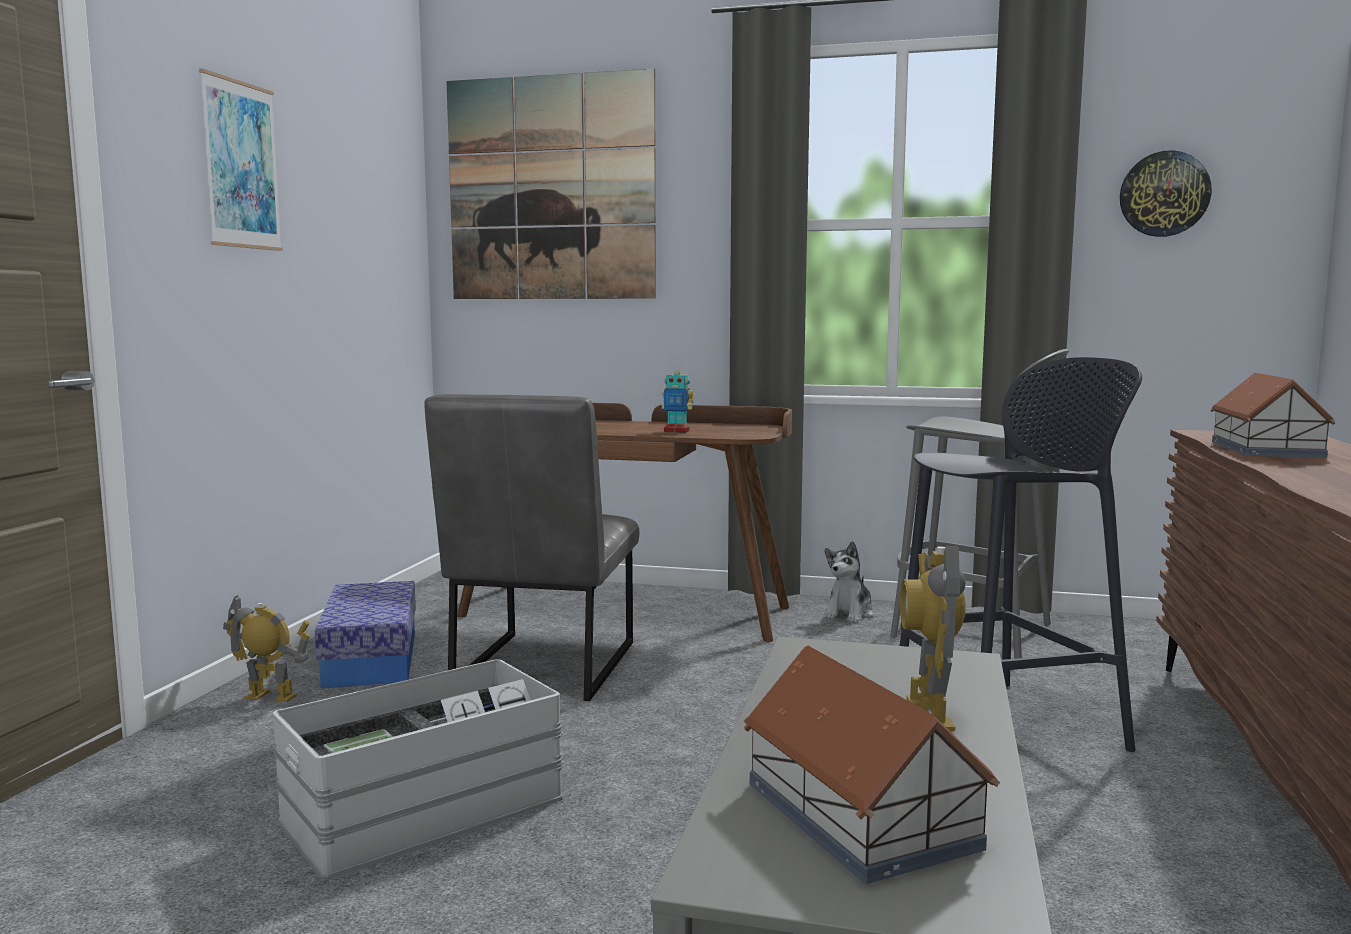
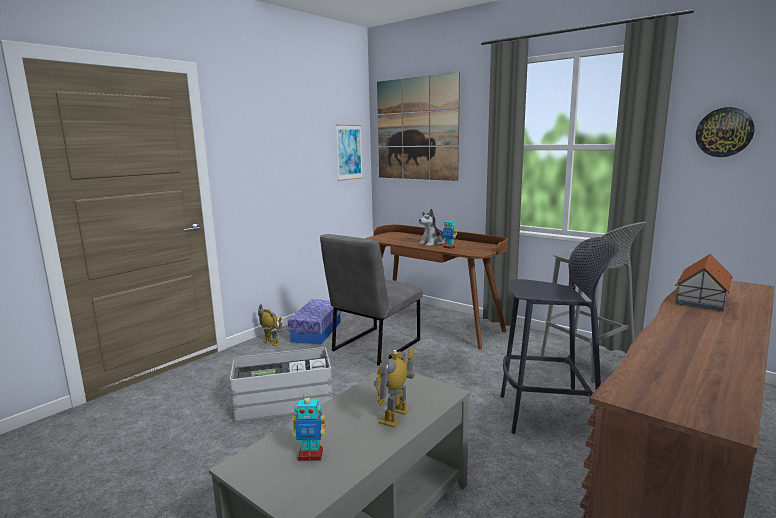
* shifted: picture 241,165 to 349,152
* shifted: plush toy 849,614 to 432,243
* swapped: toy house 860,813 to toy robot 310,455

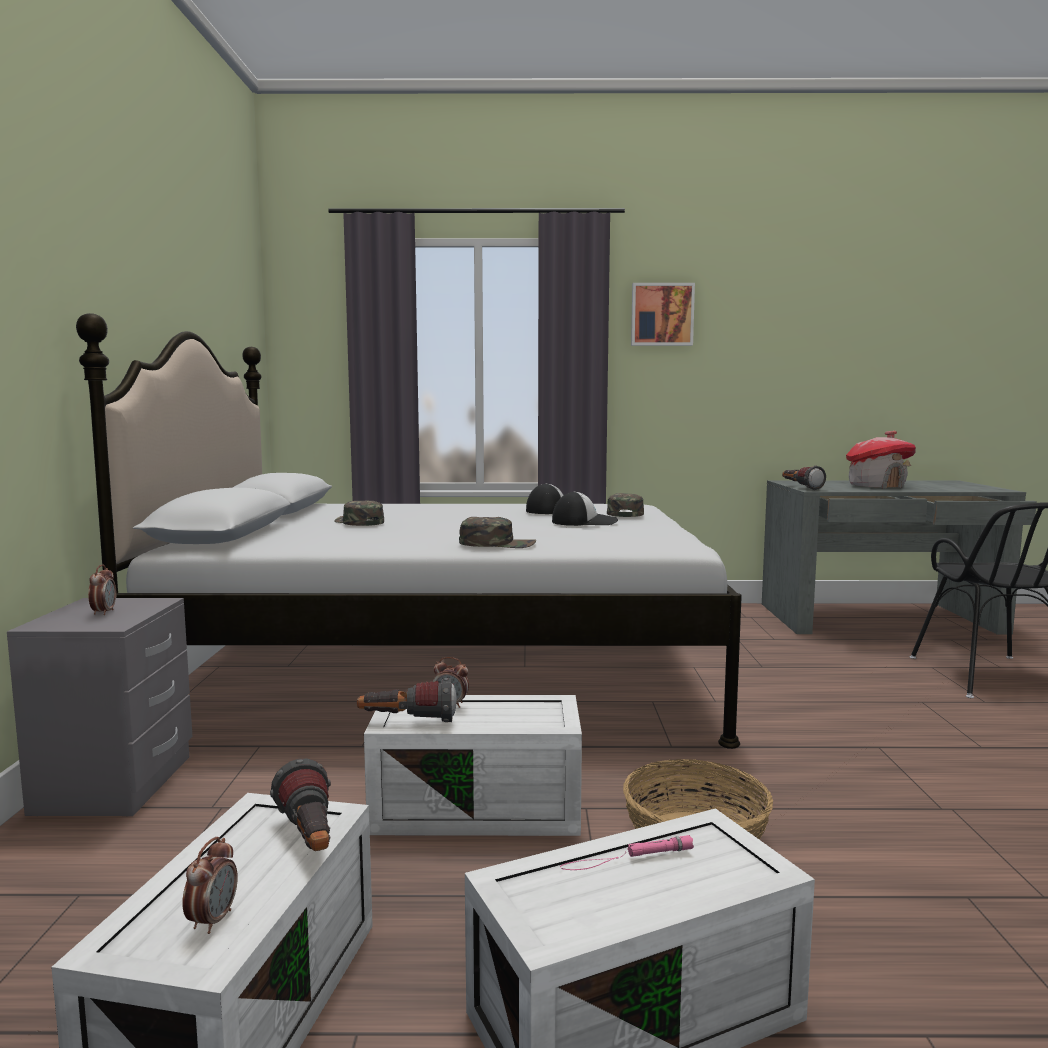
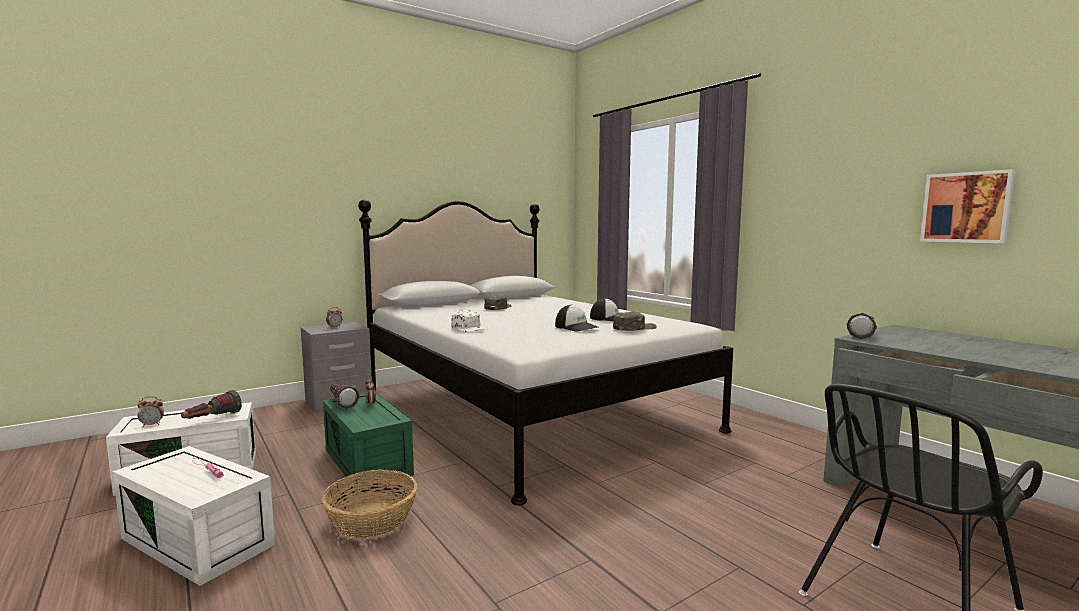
* gone: toy house 877,486
* shifted: picture 662,314 to 966,207
* repainted: white storage box 480,807 to green storage box 369,462
* repainted: green cap 497,544 to white cap 469,328

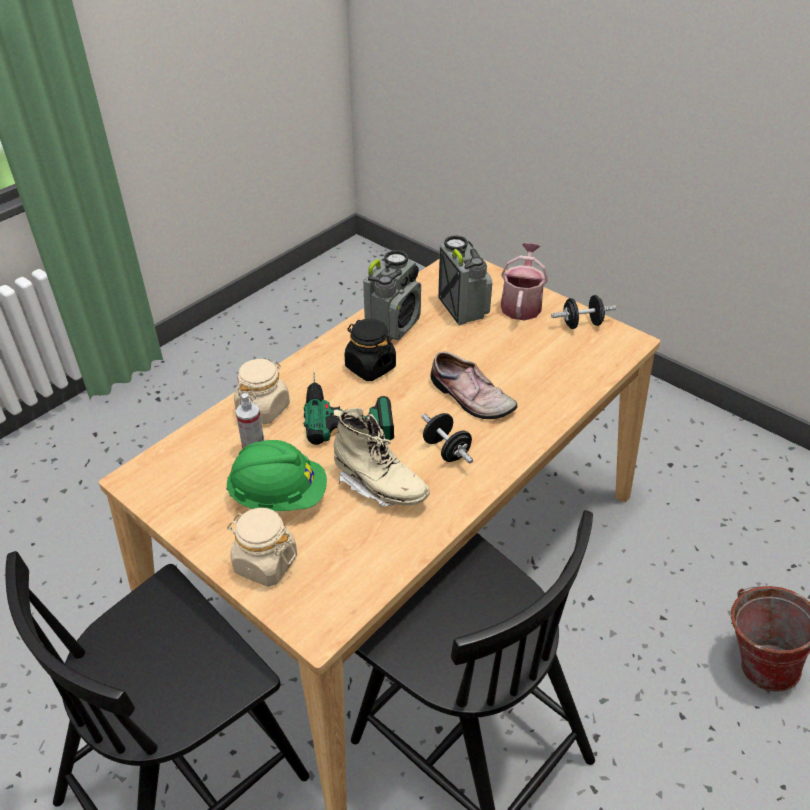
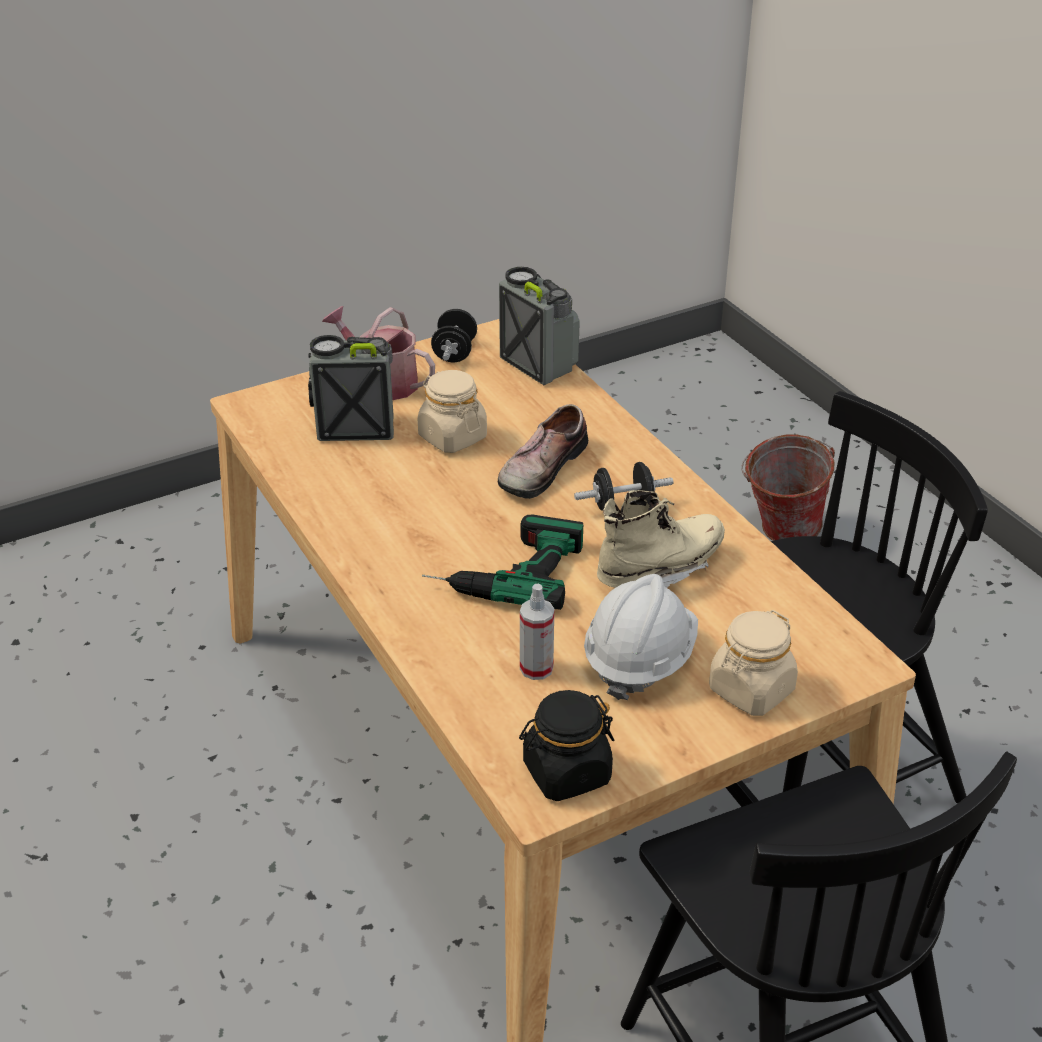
* shifted: beige jar 263,408 to 452,437
* shifted: black jar 370,367 to 566,773
* shifted: radio 393,325 to 537,364
* repainted: green hard hat 279,496 to white hard hat 639,659
* rotated: shoe 469,398 = 540,467 150 degrees clockwise

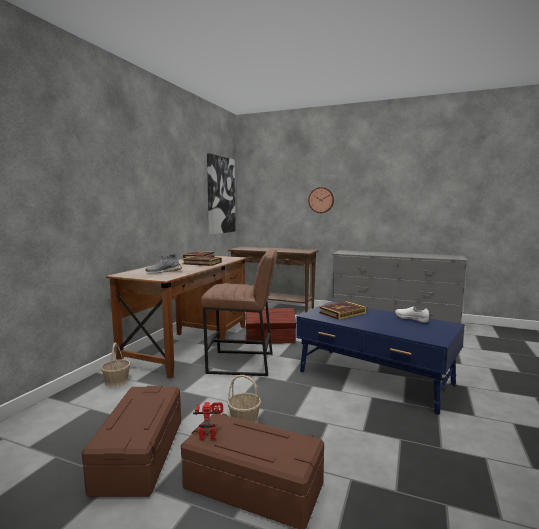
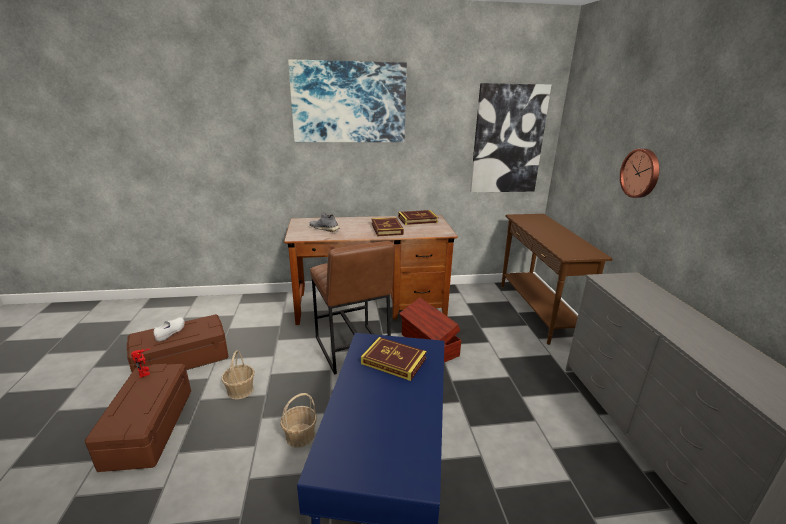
* new: picture 349,102
* shifted: basket 116,382 to 300,436
* shifted: white shoe 411,319 to 171,333

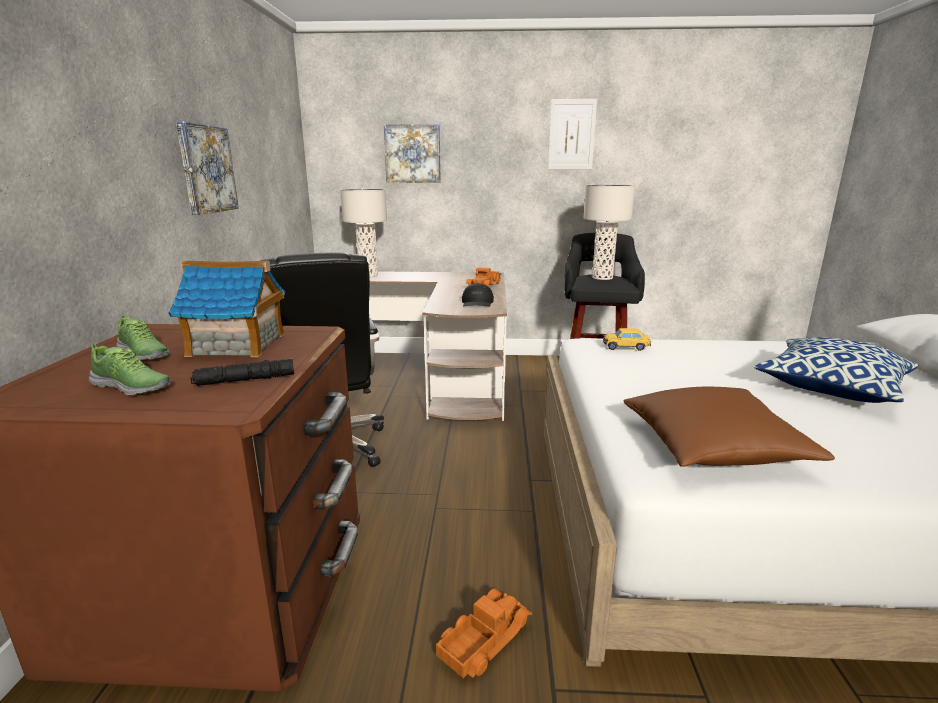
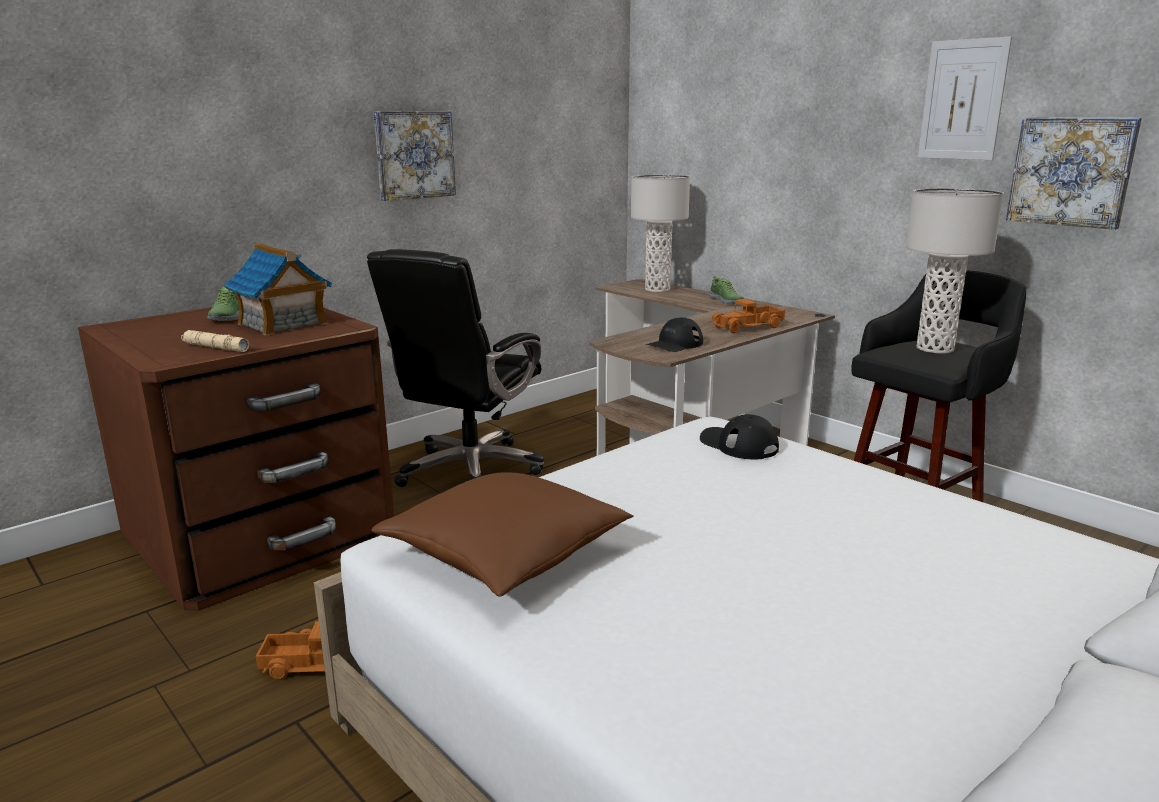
* gone: pillow 831,386
* shifted: shoe 132,387 to 726,301
* shifted: picture 412,154 to 1071,171
* swapped: toy car 625,347 to black cap 738,445
* repainted: black flashlight 245,380 to beige flashlight 216,347

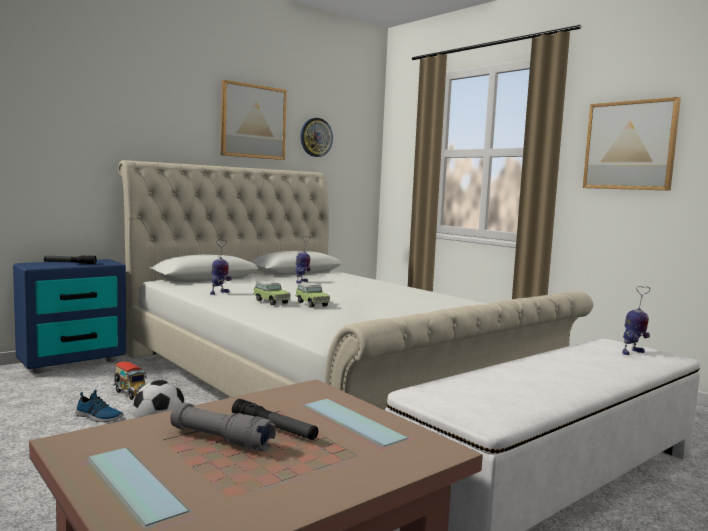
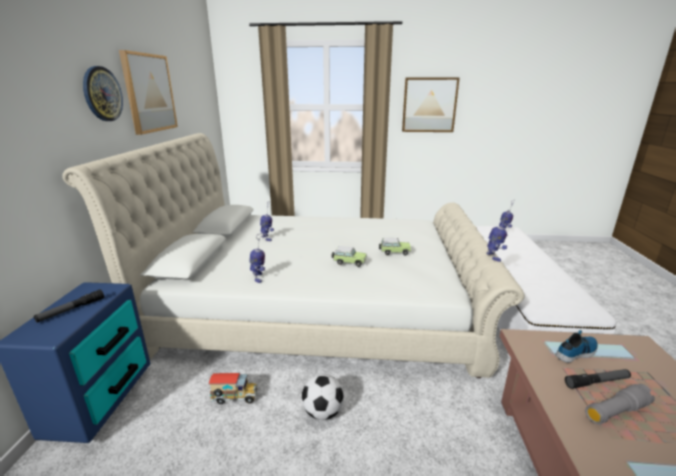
* new: toy robot 494,257
* shifted: shoe 98,417 to 577,352
* shifted: toy car 270,301 to 394,252
* shifted: wall clock 316,137 to 102,94

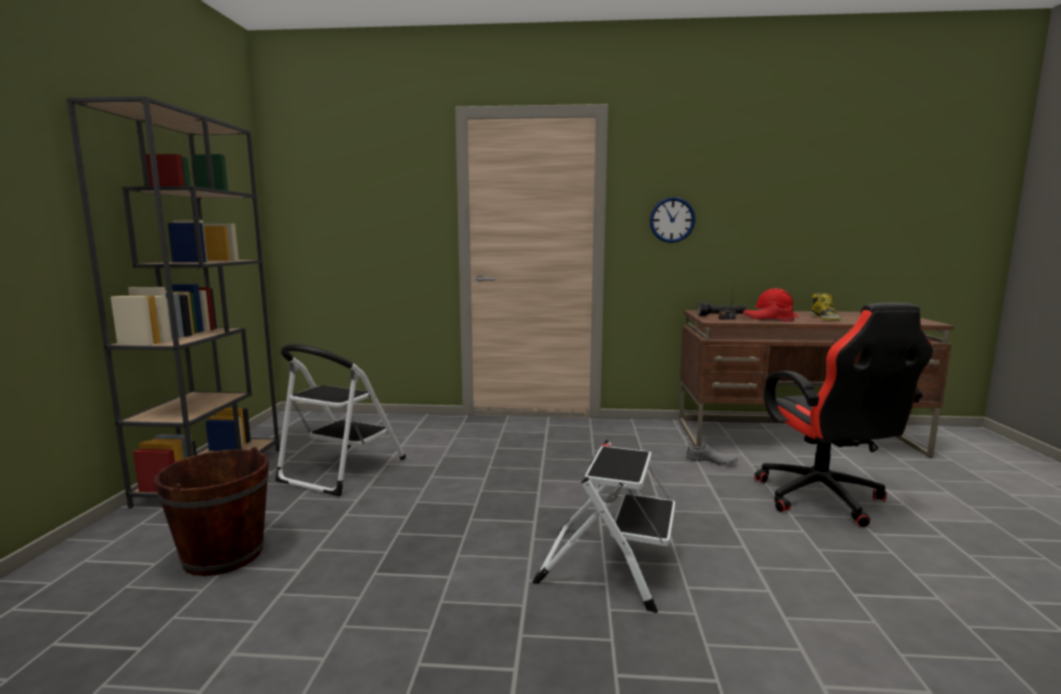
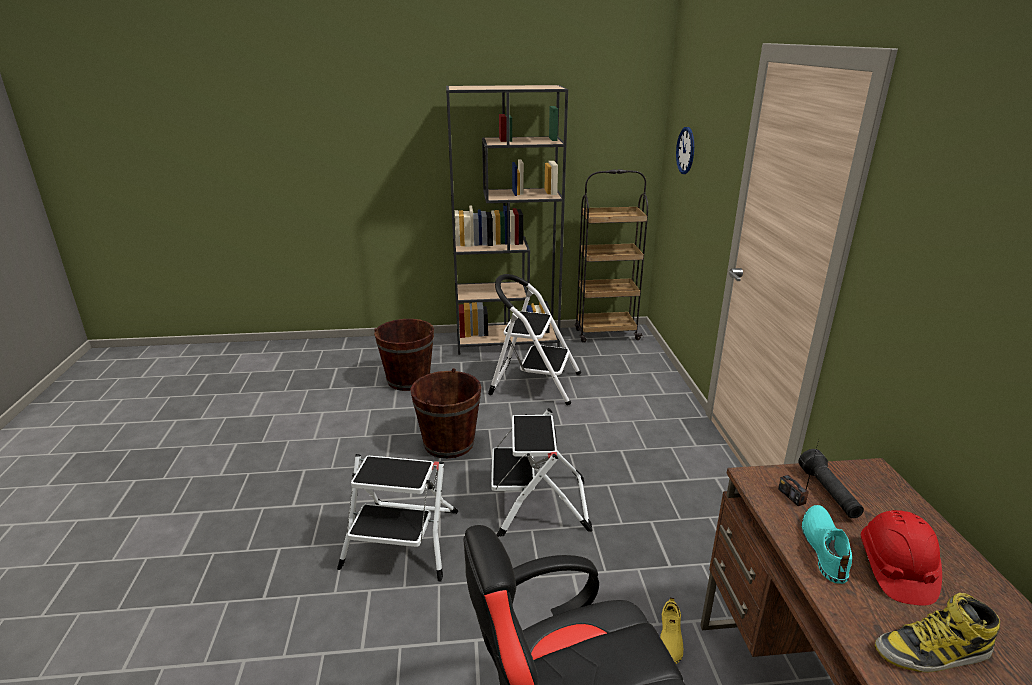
* new: brown bucket 449,443
* new: step ladder 539,502
* new: brown cart 606,335
* shifted: wall clock 672,220 to 685,150
* repainted: grey shoe 711,461 to yellow shoe 669,640
* repainted: red shoe 767,319 to turquoise shoe 825,547

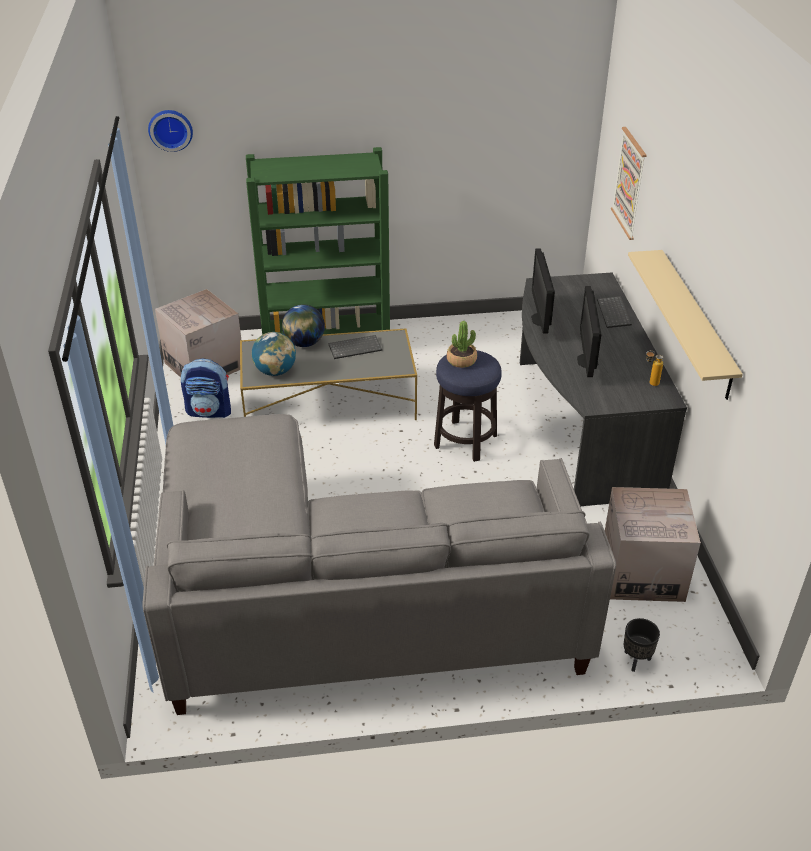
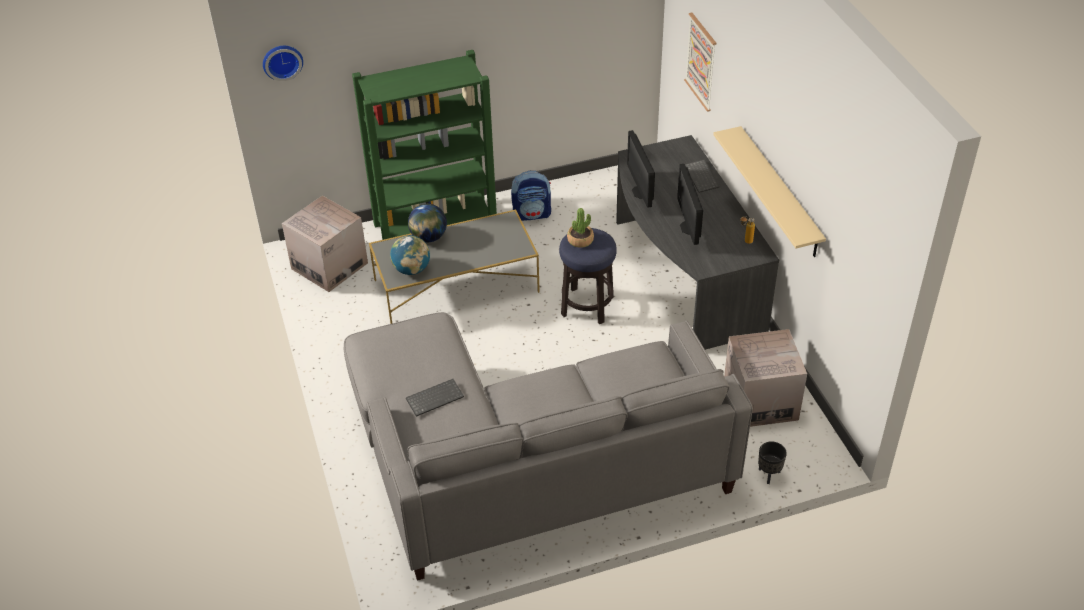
* shifted: backpack 210,411 to 532,214
* shifted: keyboard 355,347 to 435,397

